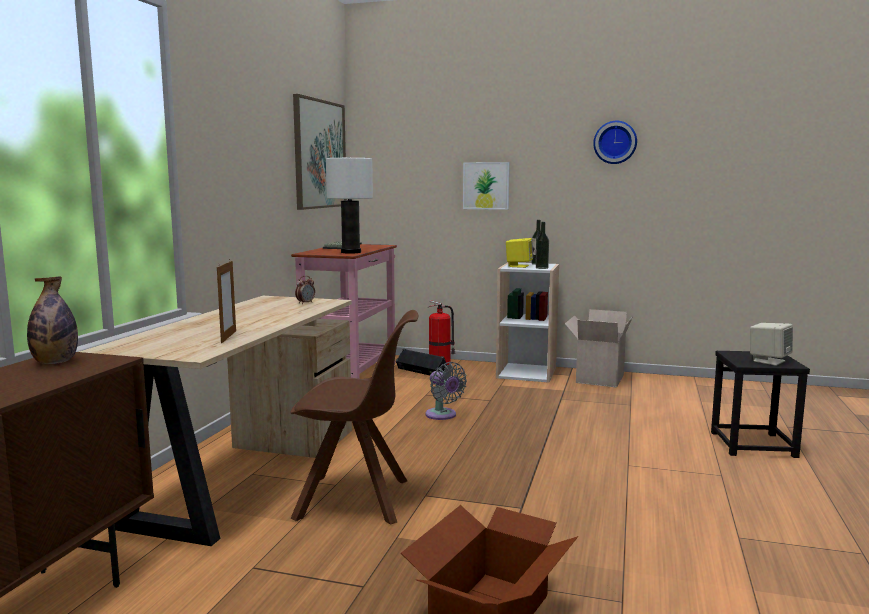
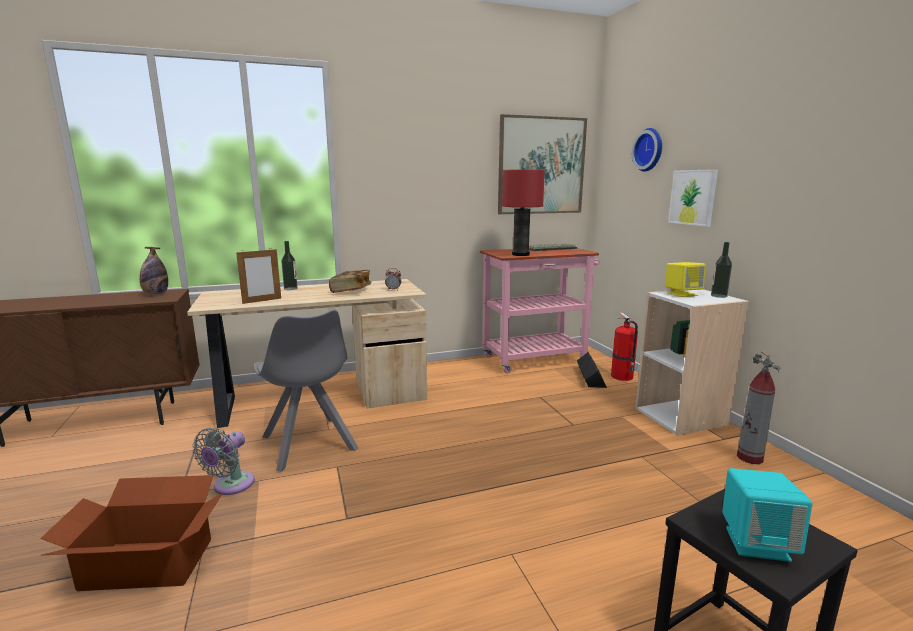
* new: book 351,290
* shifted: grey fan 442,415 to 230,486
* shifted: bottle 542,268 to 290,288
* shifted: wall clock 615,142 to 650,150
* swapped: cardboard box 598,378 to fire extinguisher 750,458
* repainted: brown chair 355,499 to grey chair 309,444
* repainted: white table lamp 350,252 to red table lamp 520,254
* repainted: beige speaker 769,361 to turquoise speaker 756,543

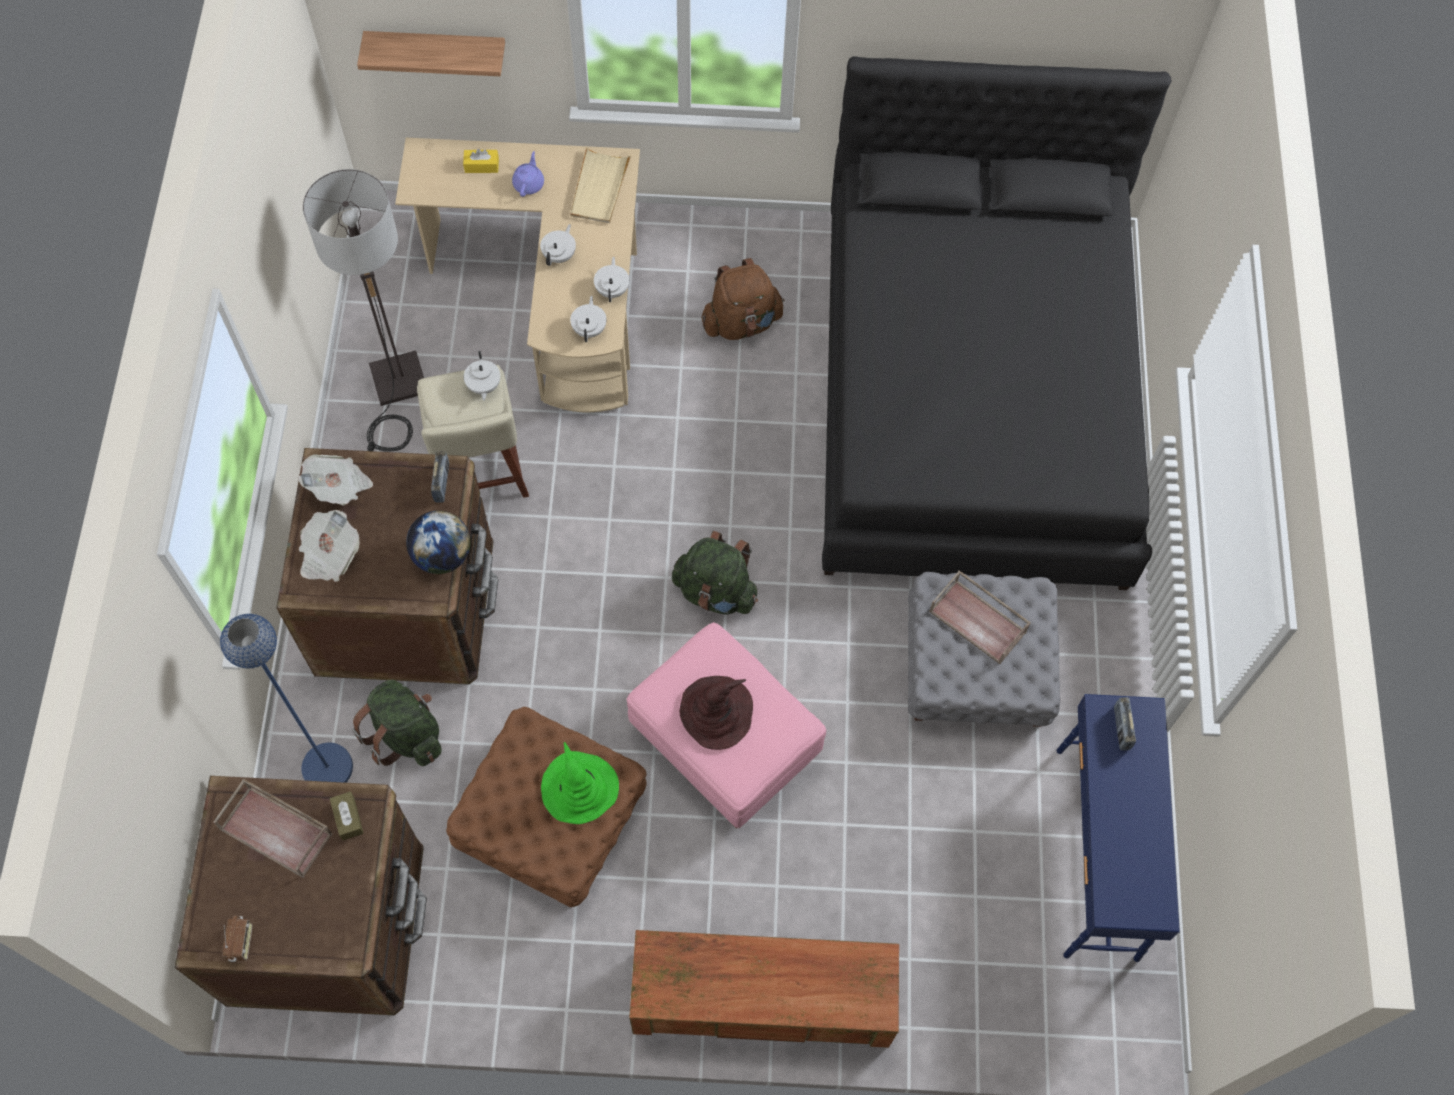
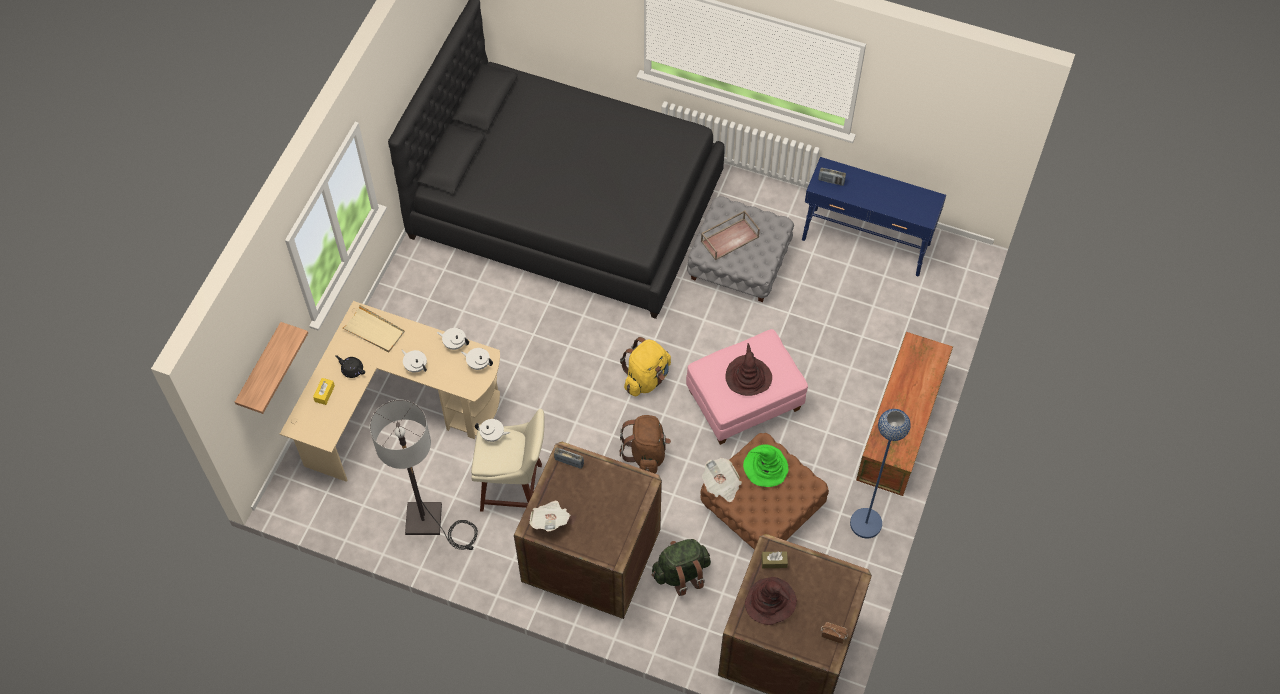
* gone: globe 442,555
* shifted: blue floor lamp 327,768 to 866,524
* shifted: newspaper 329,555 to 721,485
* shifted: brown backpack 741,322 to 646,453
* swapped: brown tray 278,831 to brown hat 770,602
* repainted: purple teapot 529,184 to black teapot 352,370
* repainted: green backpack 716,592 to yellow backpack 646,378

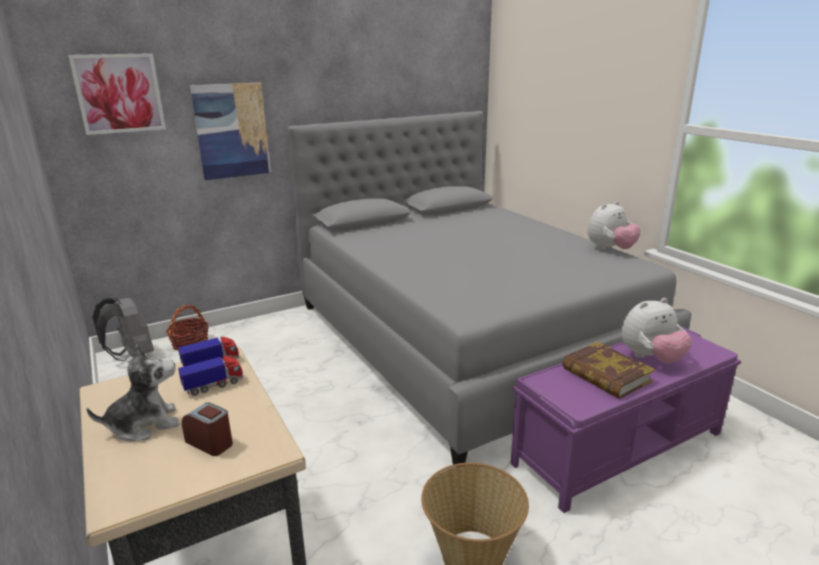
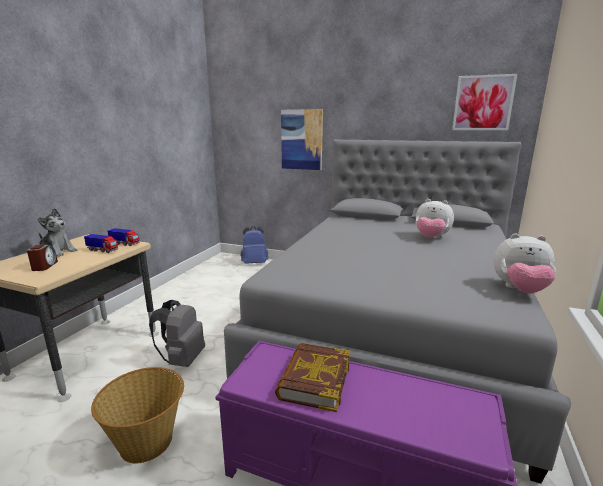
* shifted: picture 119,93 to 483,103
* shifted: grey backpack 132,355 to 182,360
* shifted: plush toy 651,358 to 431,238
* swapped: basket 190,343 to blue backpack 254,263

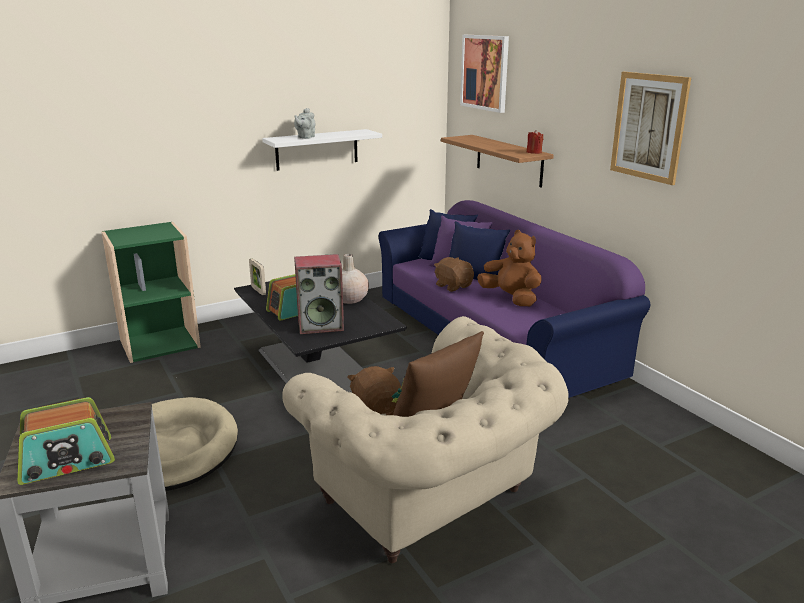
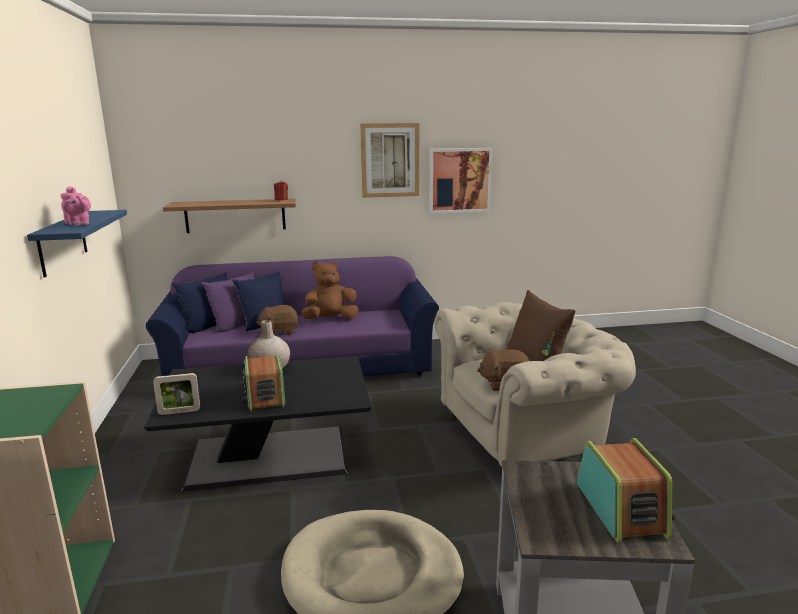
* gone: speaker 321,325
* shifted: picture 485,72 to 459,180
* repainted: white shelf 317,149 to blue shelf 62,242
* repainted: grey teapot 305,137 to pink teapot 78,224

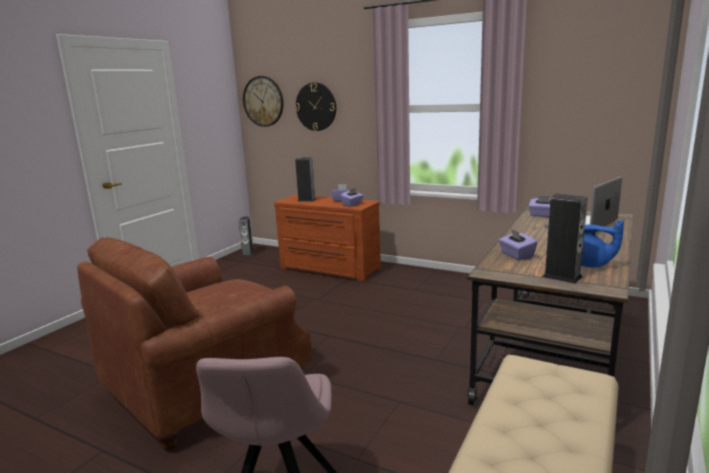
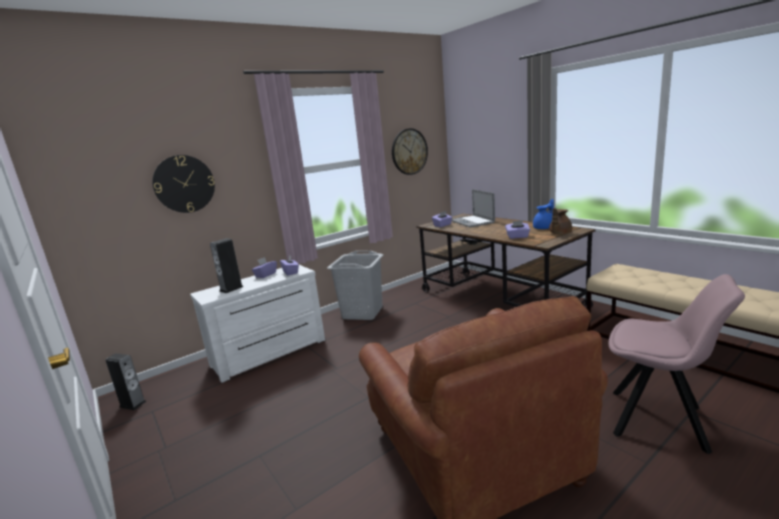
* new: grey laundry basket 362,313
* shifted: wall clock 263,101 to 409,151
* swapped: speaker 562,276 to brown teapot 559,233
* repainted: brown dresser 328,269 to white dresser 270,353

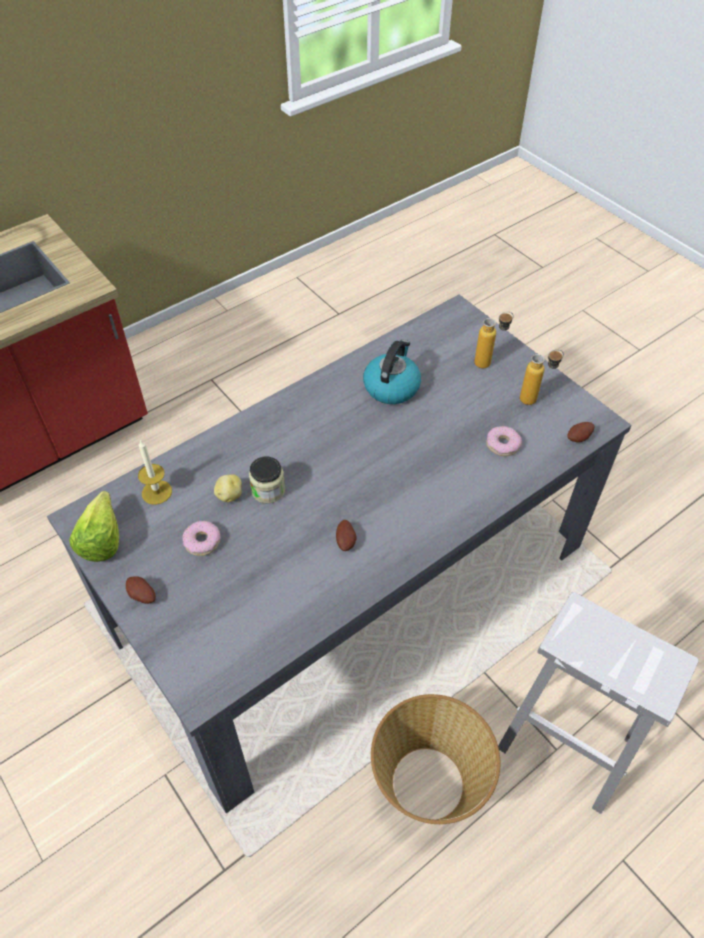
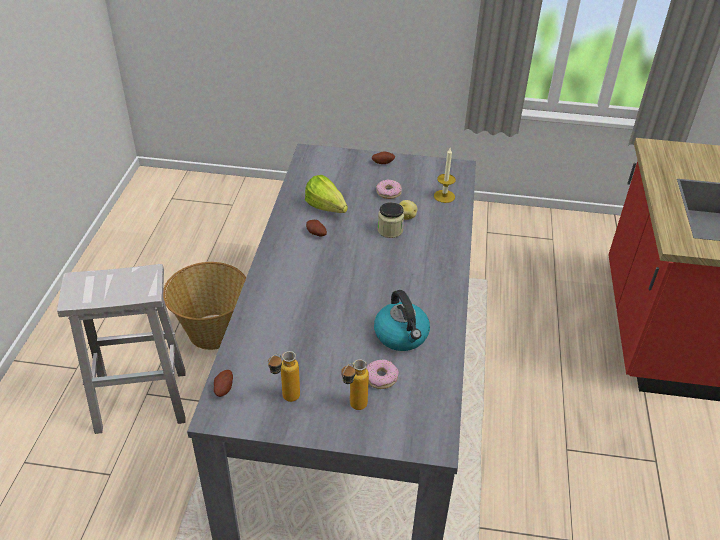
* shifted: lettuce 104,535 to 328,210
* shifted: donut 502,444 to 381,378

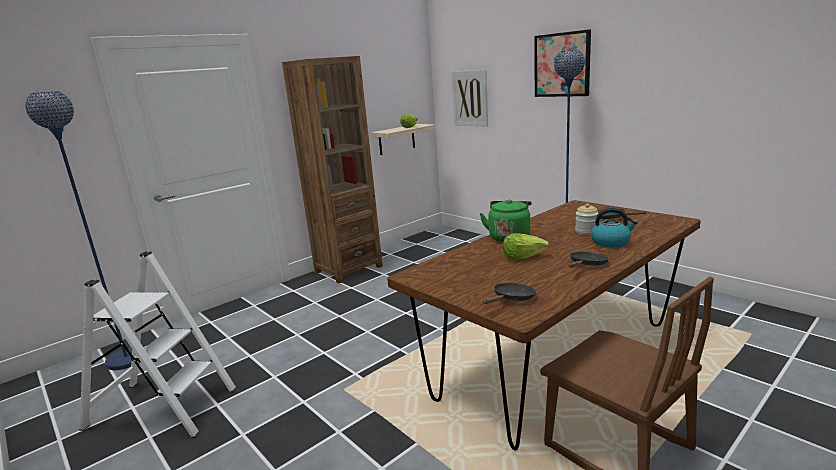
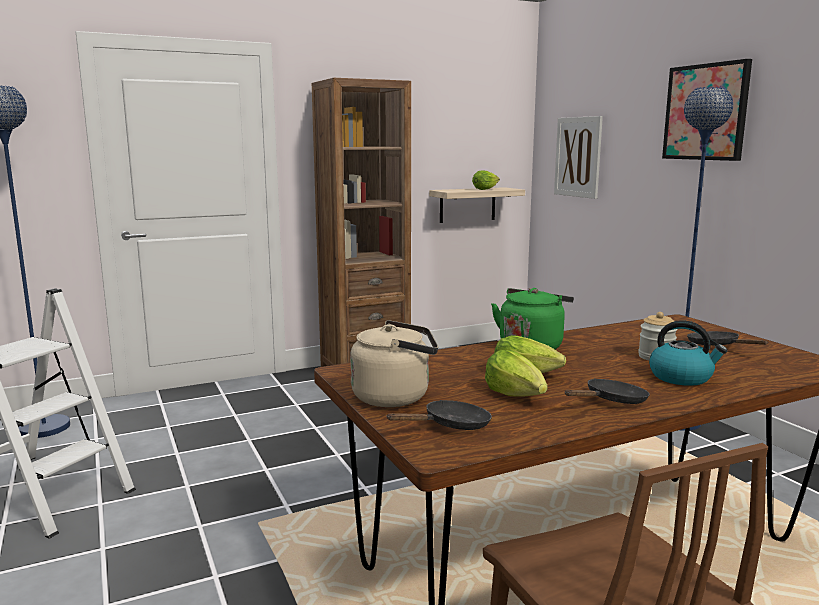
* new: beige kettle 395,397
* new: lettuce 516,395

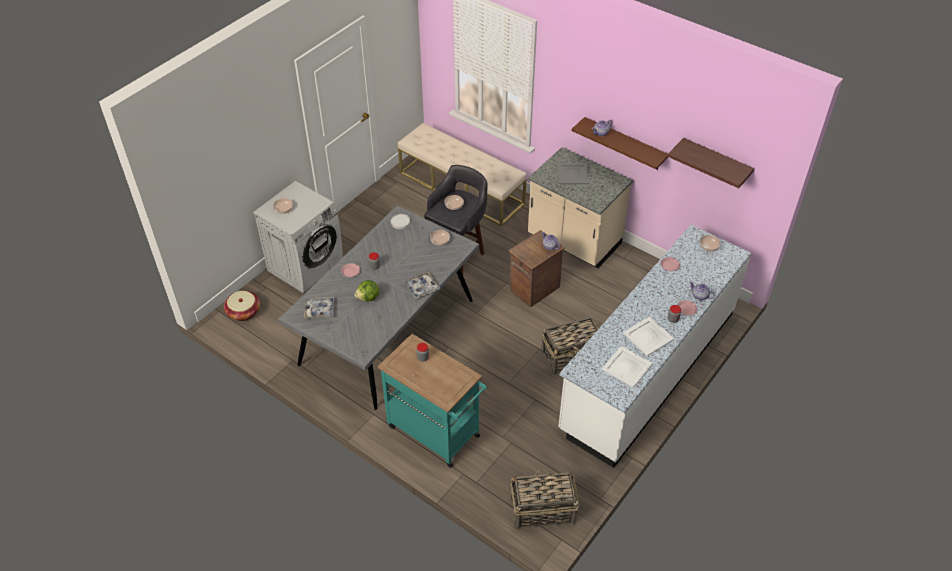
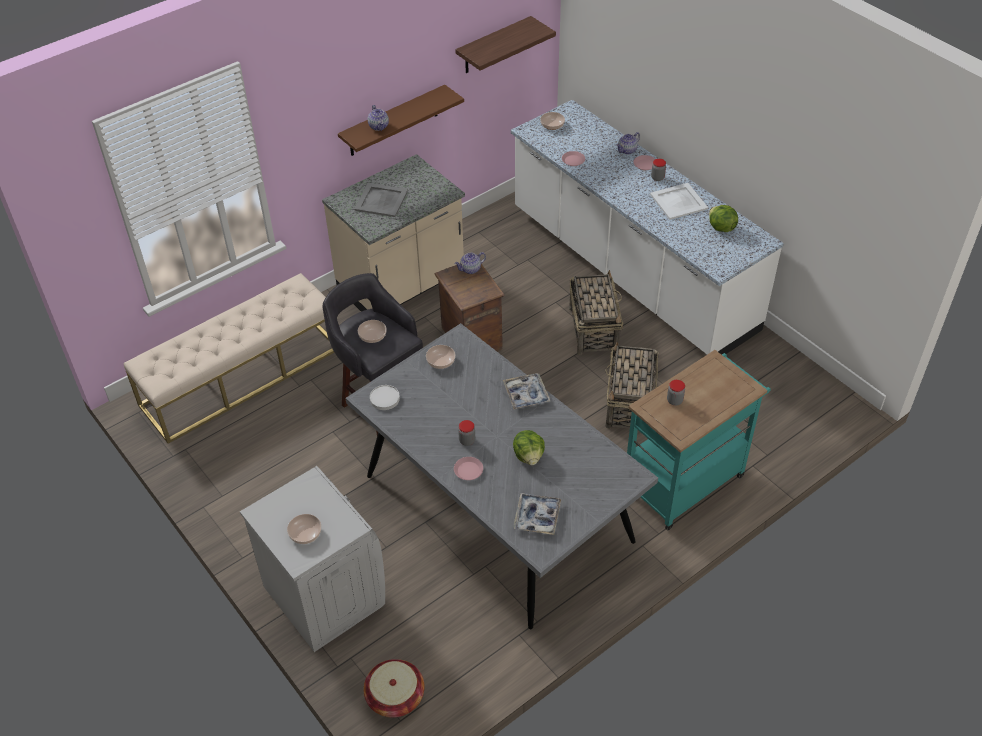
* shifted: basket 542,510 to 629,404
* swapped: white tray 626,367 to lettuce 721,228

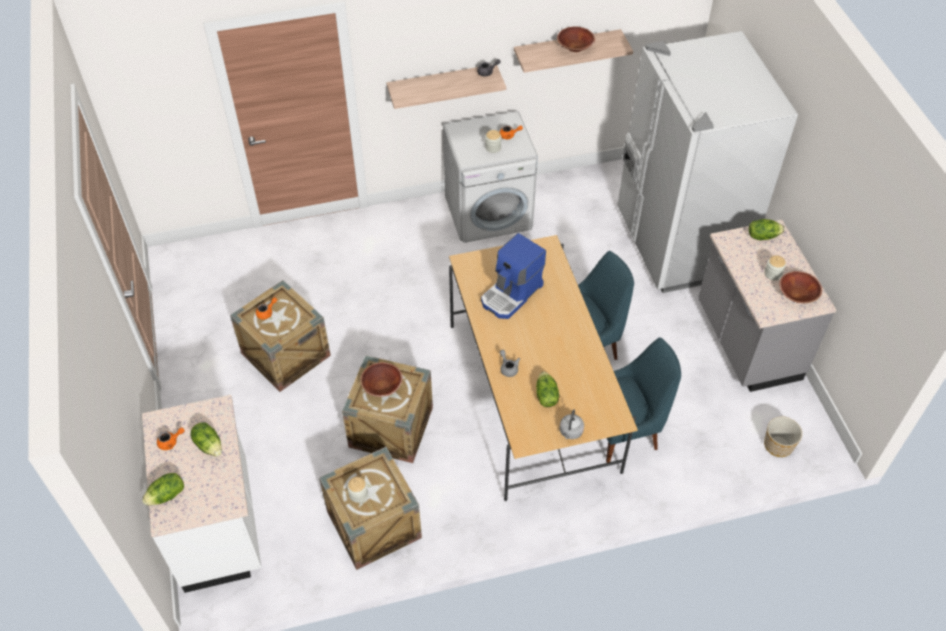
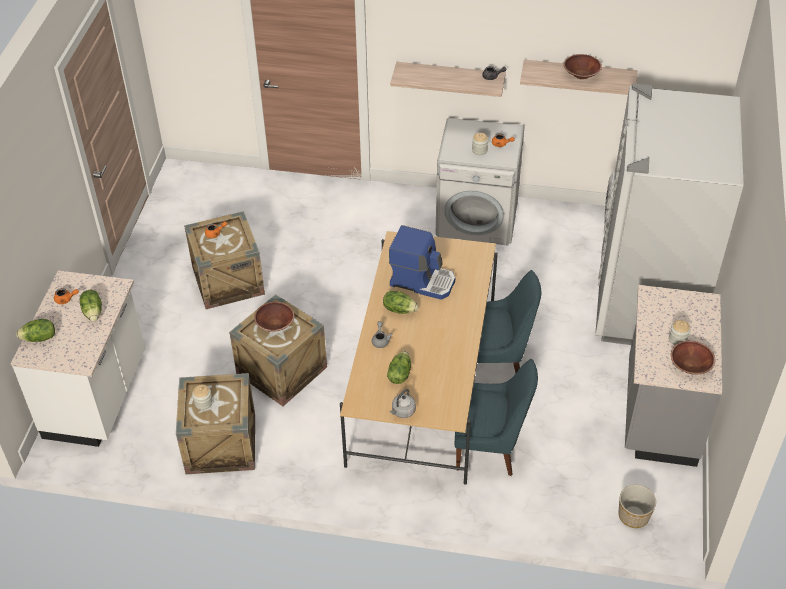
* shifted: lettuce 762,236 to 399,309
* rotated: coffee machine 512,294 = 422,280 135 degrees counterclockwise

